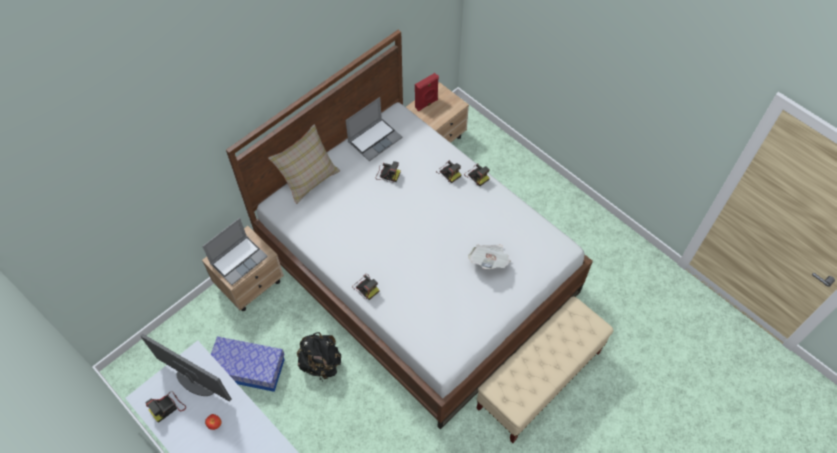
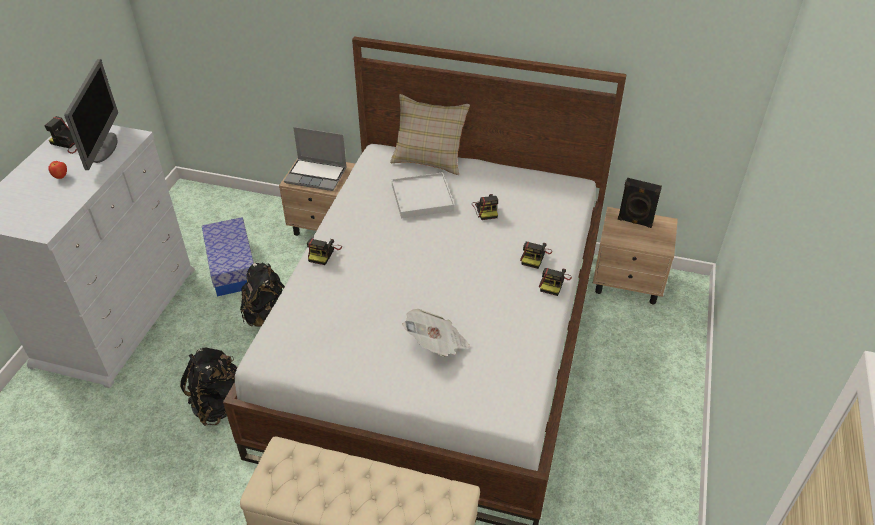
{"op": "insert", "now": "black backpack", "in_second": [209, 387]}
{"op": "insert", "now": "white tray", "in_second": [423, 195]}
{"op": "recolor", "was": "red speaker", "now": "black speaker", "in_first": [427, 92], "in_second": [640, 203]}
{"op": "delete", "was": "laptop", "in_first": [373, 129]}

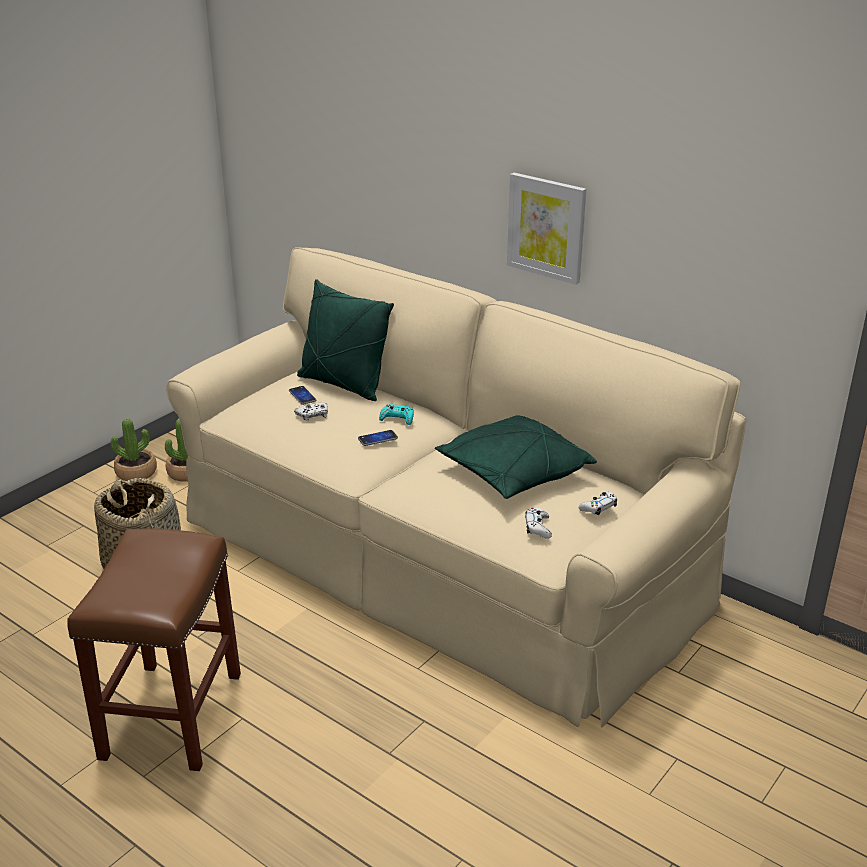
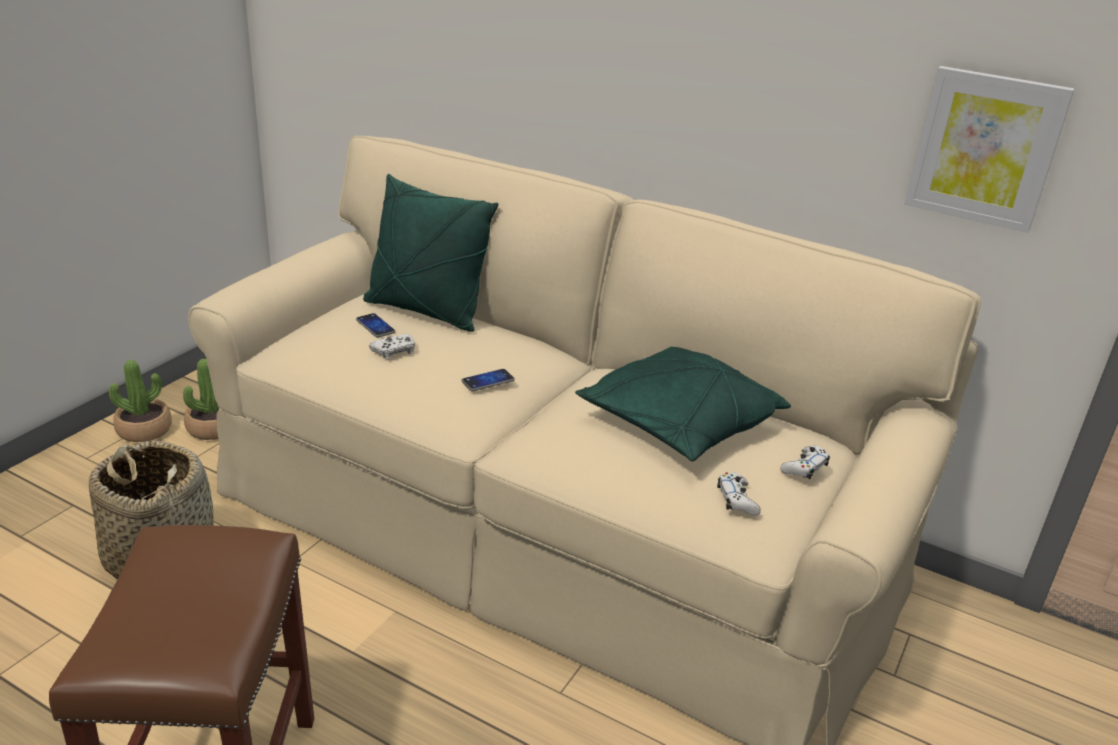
{"op": "move", "was": "picture", "in_first": [546, 229], "in_second": [989, 149]}
{"op": "delete", "was": "turquoise game controller", "in_first": [396, 414]}

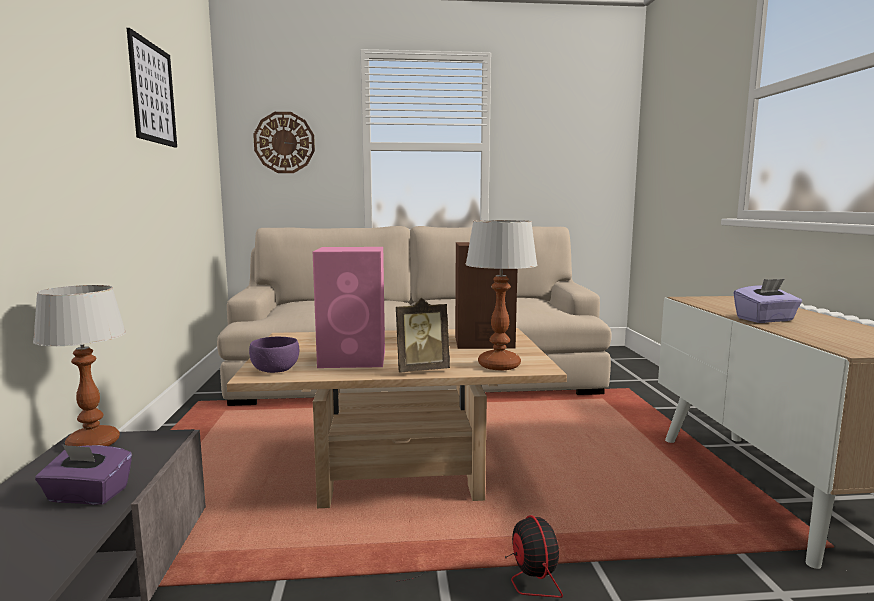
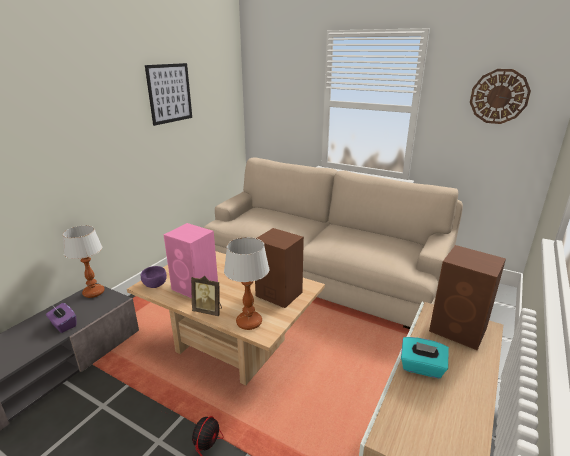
{"op": "recolor", "was": "purple tissue box", "now": "turquoise tissue box", "in_first": [768, 301], "in_second": [425, 358]}
{"op": "insert", "now": "brown speaker", "in_second": [467, 297]}
{"op": "move", "was": "wall clock", "in_first": [284, 142], "in_second": [500, 96]}

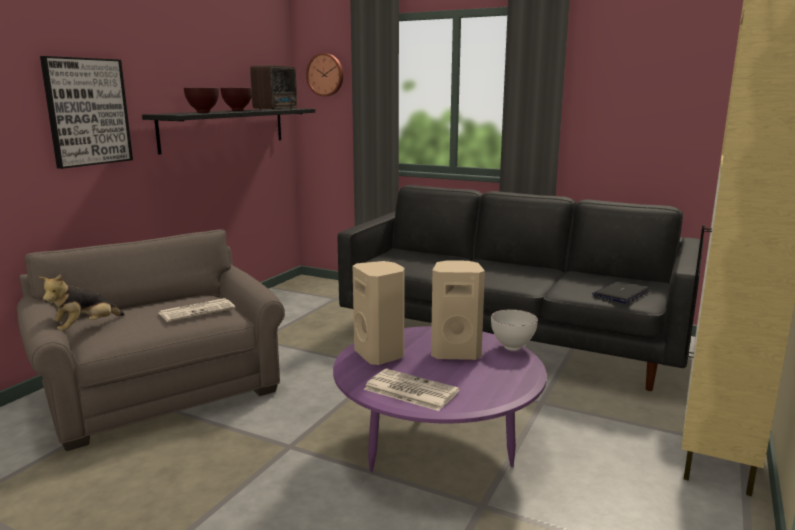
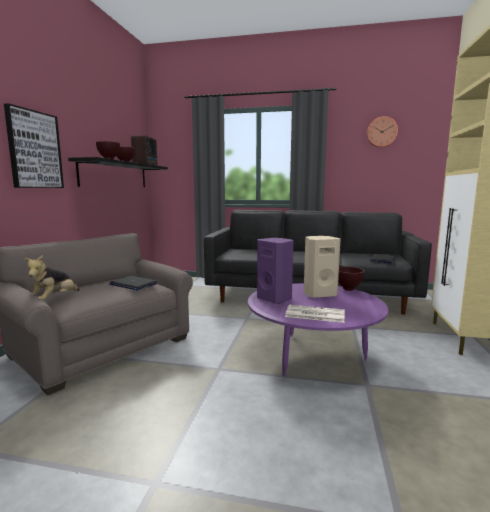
{"op": "replace", "was": "newspaper", "now": "laptop", "in_first": [197, 310], "in_second": [133, 283]}
{"op": "recolor", "was": "beige speaker", "now": "purple speaker", "in_first": [379, 313], "in_second": [275, 271]}
{"op": "recolor", "was": "white bowl", "now": "brown bowl", "in_first": [514, 330], "in_second": [351, 279]}
{"op": "move", "was": "wall clock", "in_first": [324, 74], "in_second": [382, 131]}

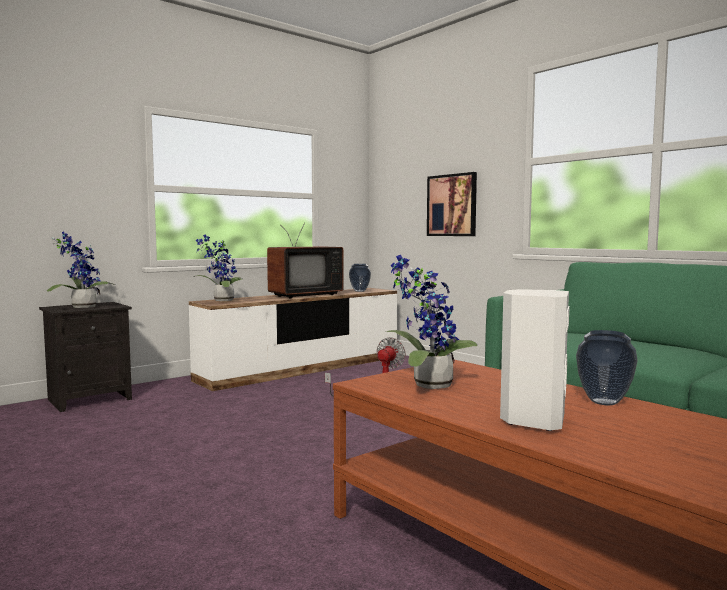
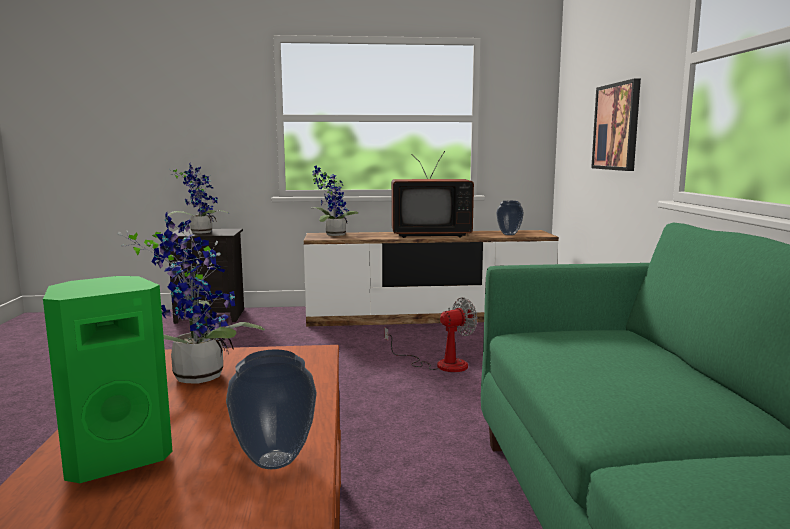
{"op": "recolor", "was": "white speaker", "now": "green speaker", "in_first": [535, 360], "in_second": [108, 379]}

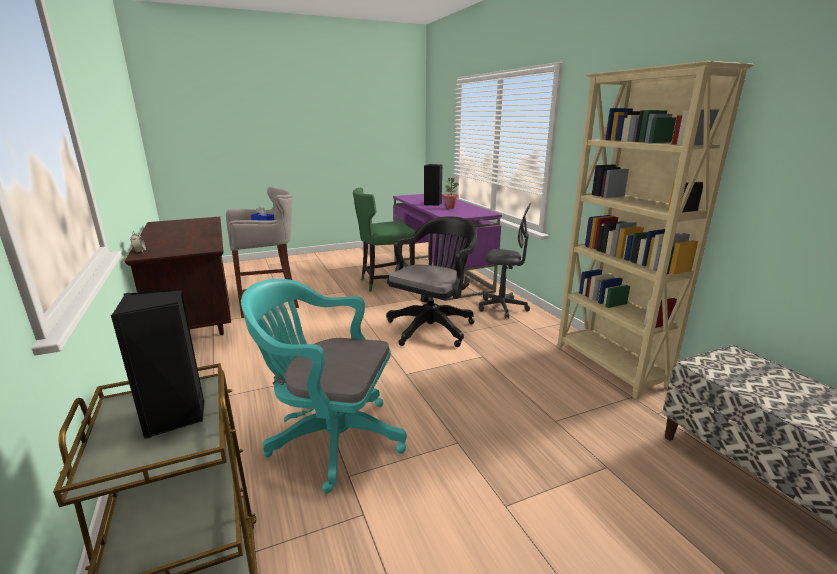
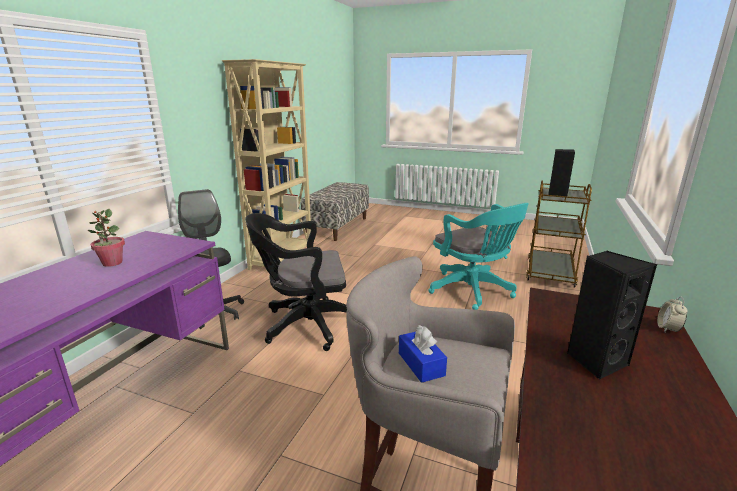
{"op": "move", "was": "black speaker", "in_first": [433, 184], "in_second": [612, 315]}
{"op": "delete", "was": "green chair", "in_first": [384, 239]}

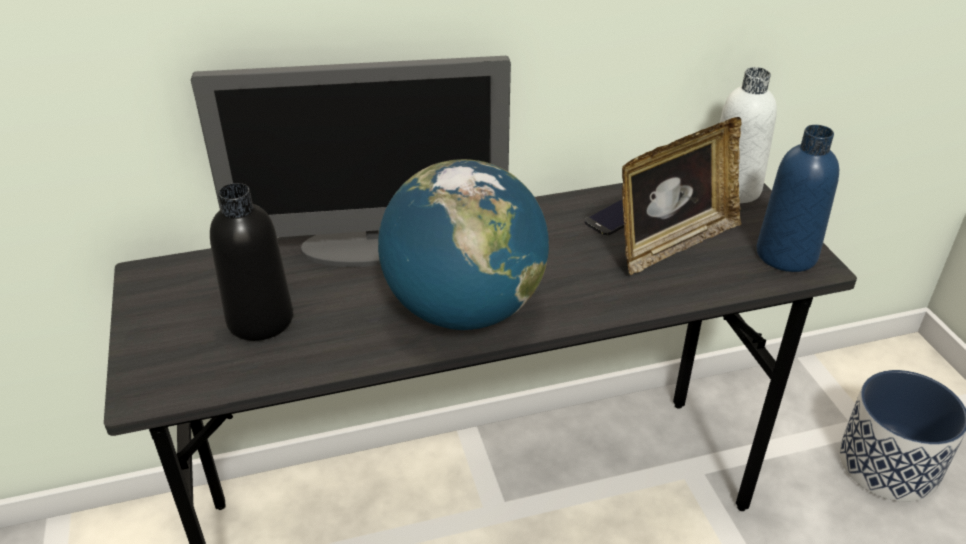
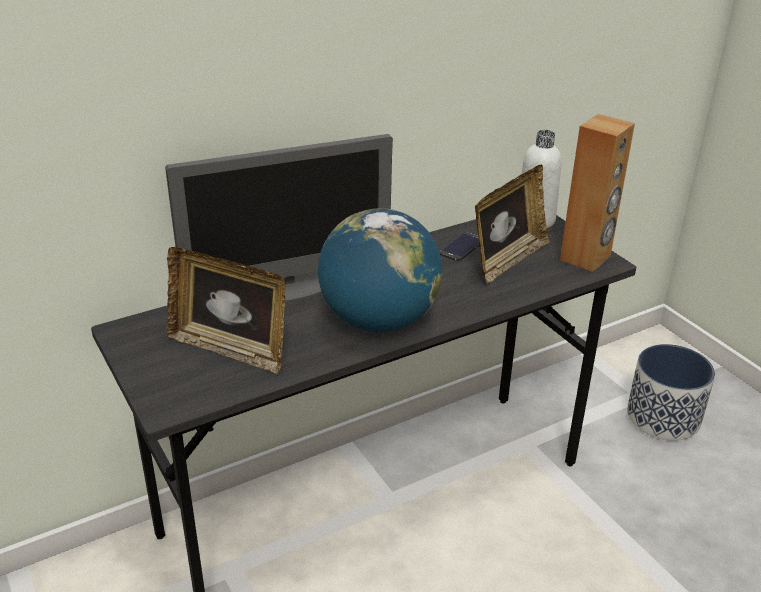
{"op": "replace", "was": "black bottle", "now": "picture frame", "in_first": [251, 262], "in_second": [226, 310]}
{"op": "replace", "was": "blue bottle", "now": "brown speaker", "in_first": [797, 198], "in_second": [597, 193]}

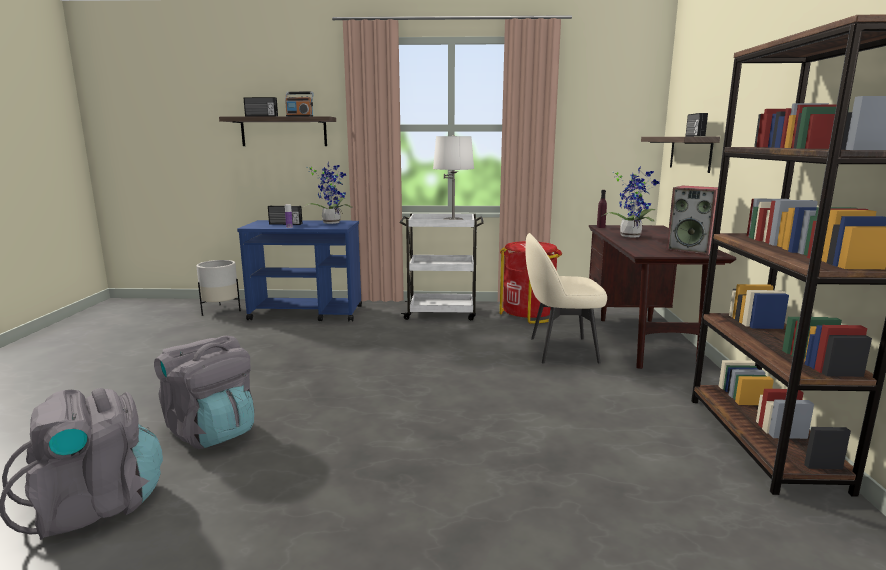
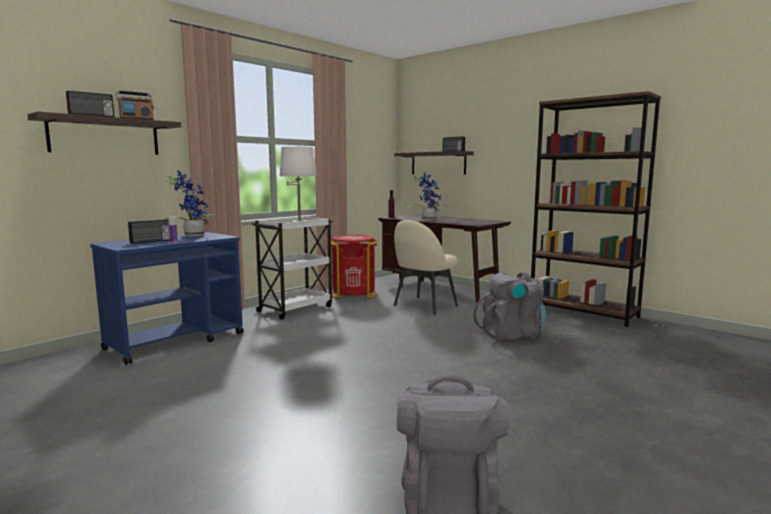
{"op": "move", "was": "grey backpack", "in_first": [204, 392], "in_second": [509, 306]}
{"op": "delete", "was": "white planter", "in_first": [218, 288]}
{"op": "delete", "was": "speaker", "in_first": [692, 220]}

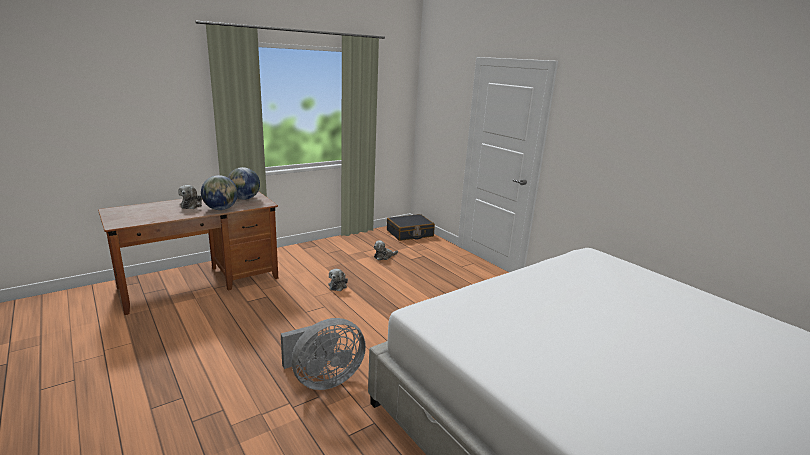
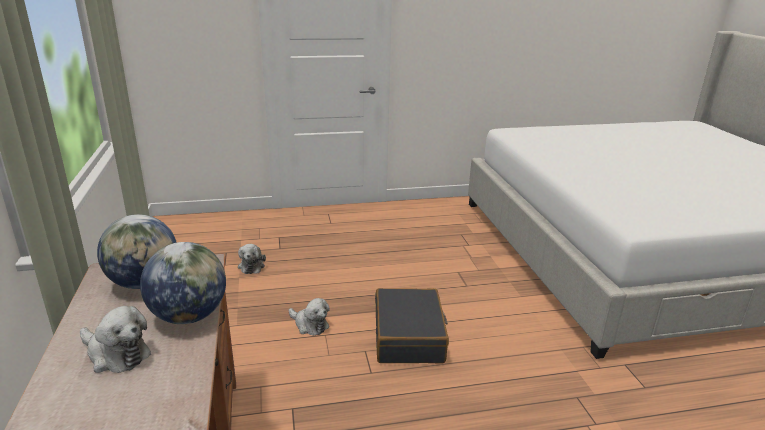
{"op": "move", "was": "black suitcase", "in_first": [411, 227], "in_second": [412, 325]}
{"op": "delete", "was": "grey fan", "in_first": [323, 354]}

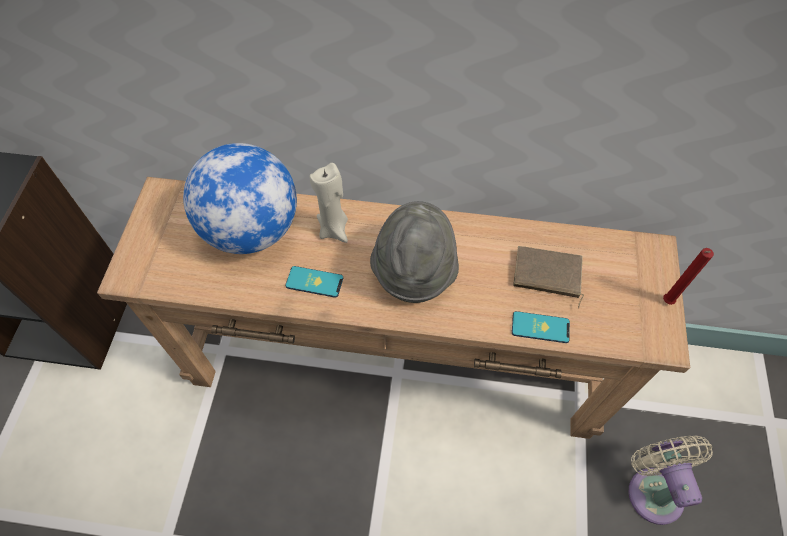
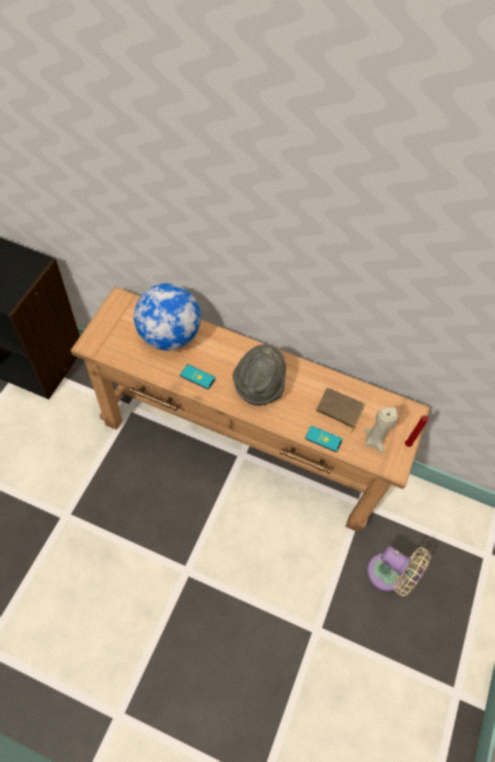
{"op": "move", "was": "beige candle", "in_first": [329, 203], "in_second": [381, 430]}
{"op": "rotate", "was": "beige fan", "in_first": [671, 480], "in_second": [399, 571], "clockwise": 120}

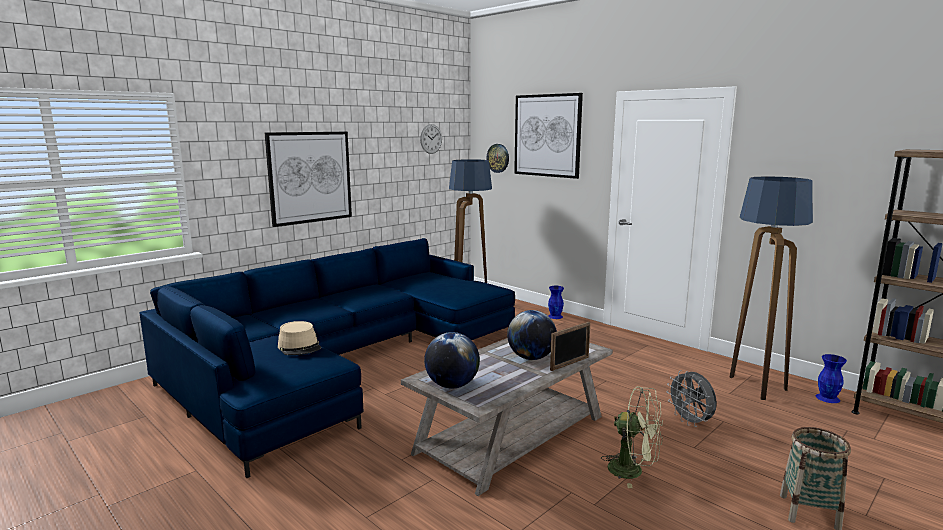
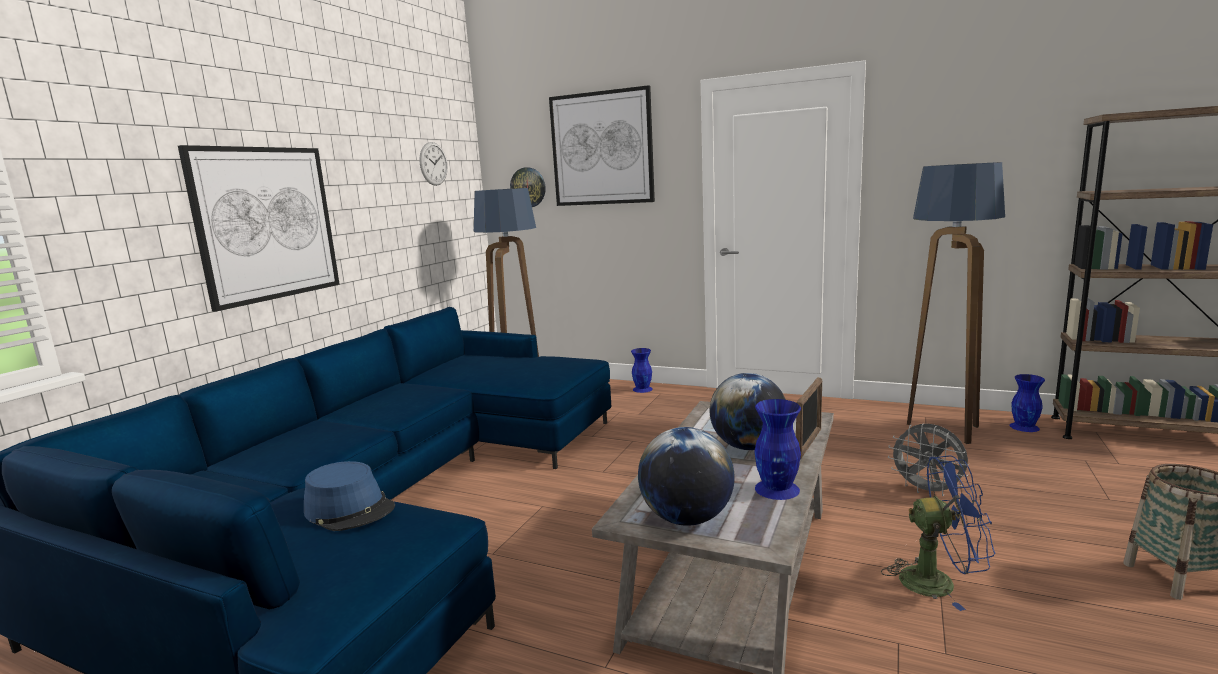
{"op": "recolor", "was": "beige hat", "now": "blue hat", "in_first": [299, 338], "in_second": [349, 496]}
{"op": "insert", "now": "blue vase", "in_second": [777, 449]}
{"op": "recolor", "was": "green fan", "now": "blue fan", "in_first": [632, 437], "in_second": [938, 533]}

